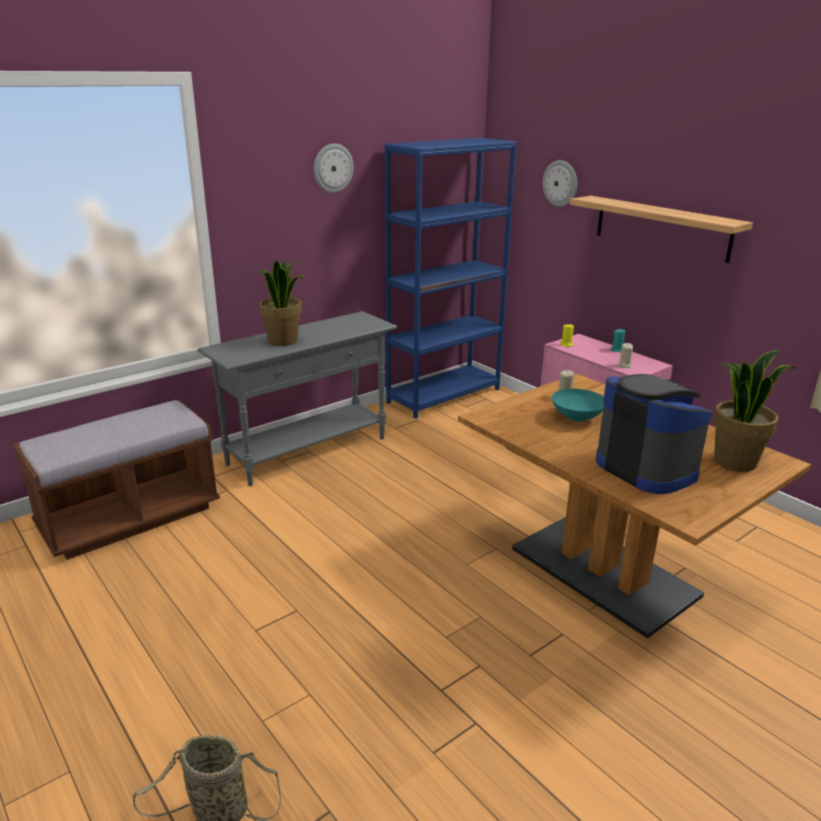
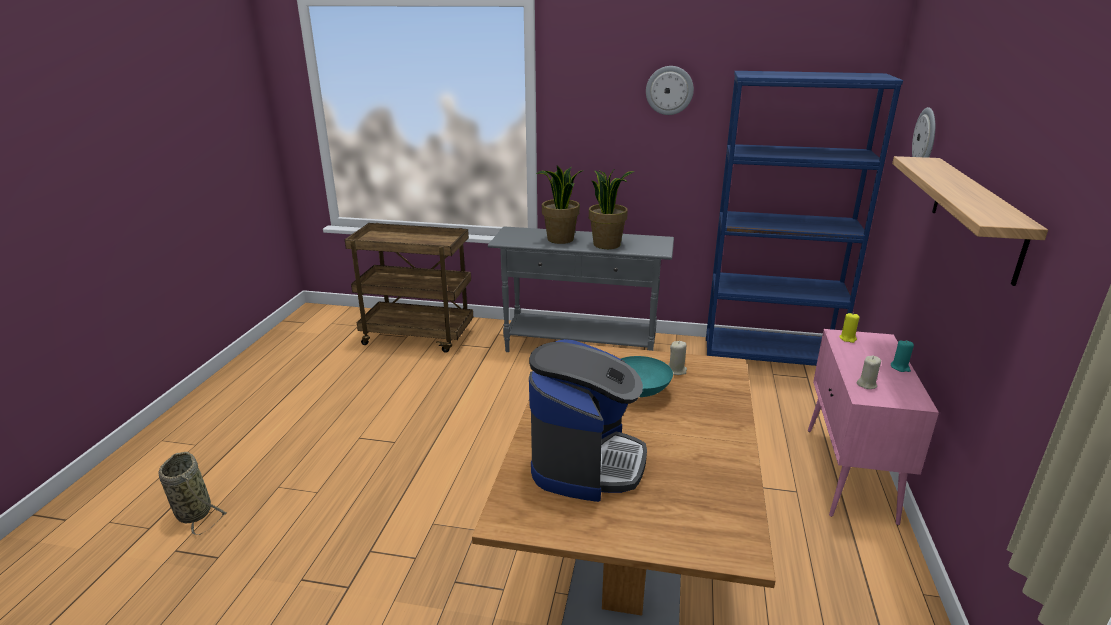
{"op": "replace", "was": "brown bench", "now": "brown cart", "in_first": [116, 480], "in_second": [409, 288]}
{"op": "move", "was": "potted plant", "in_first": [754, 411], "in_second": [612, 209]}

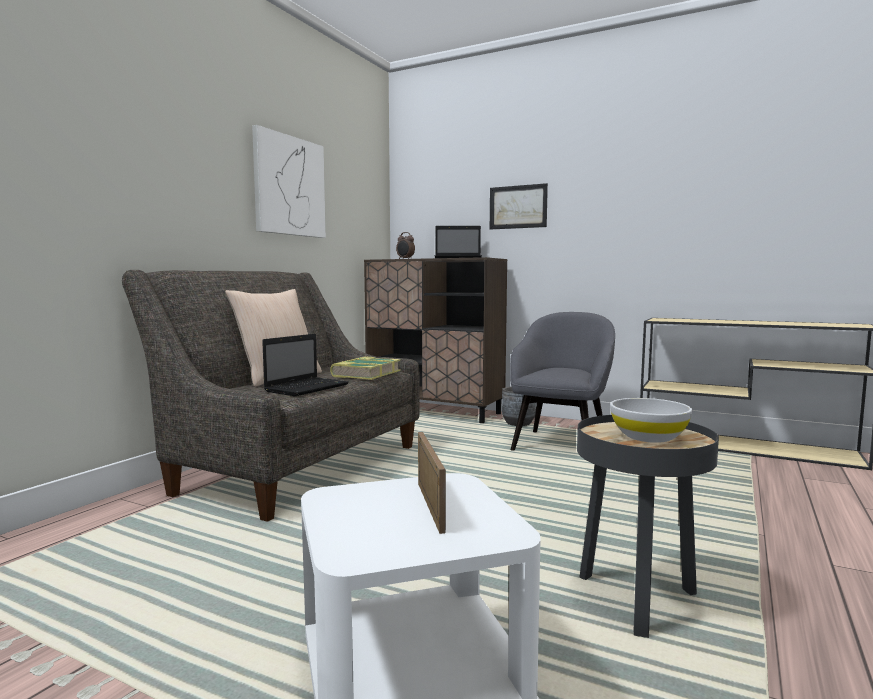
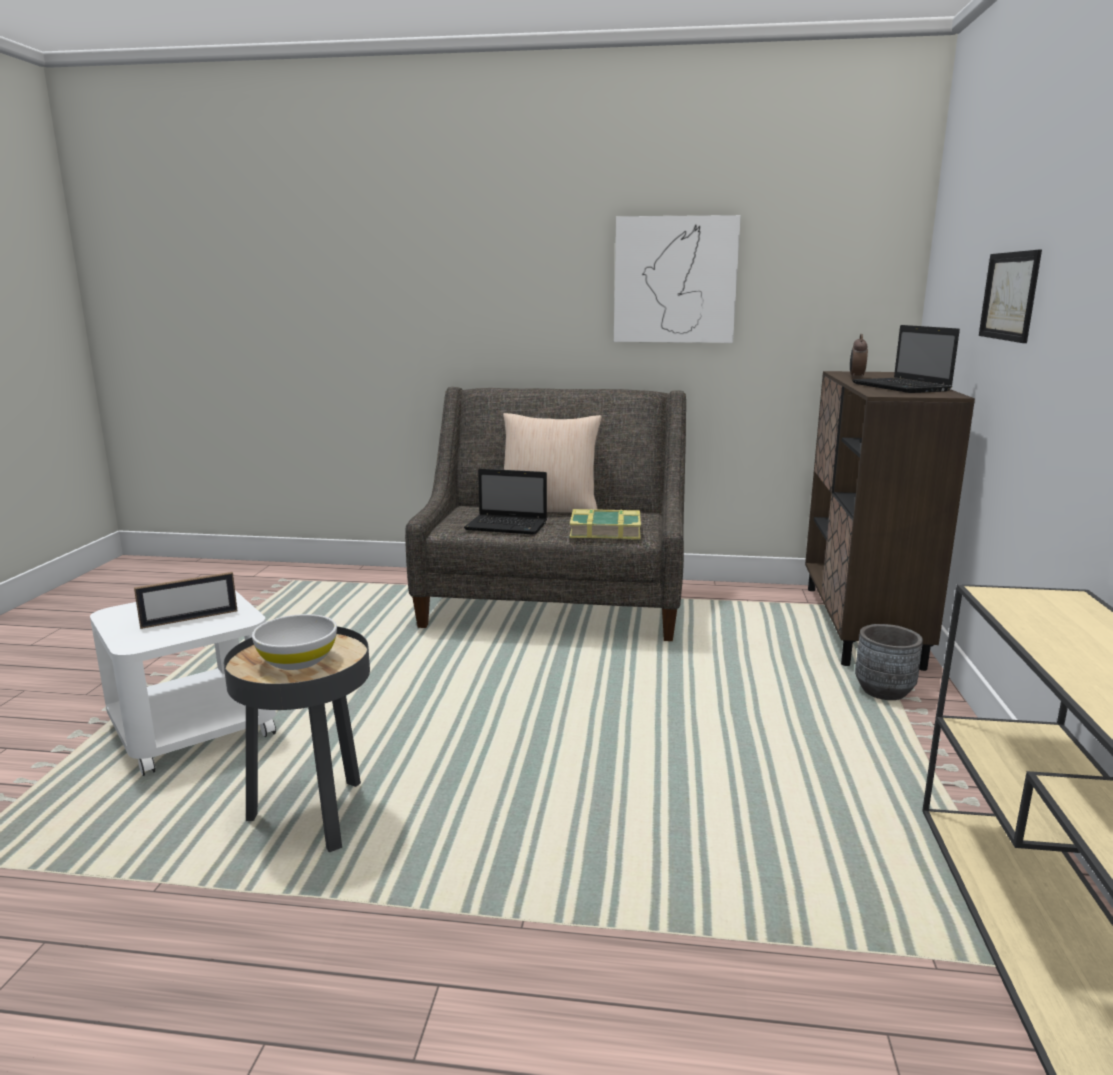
{"op": "delete", "was": "grey armchair", "in_first": [562, 381]}

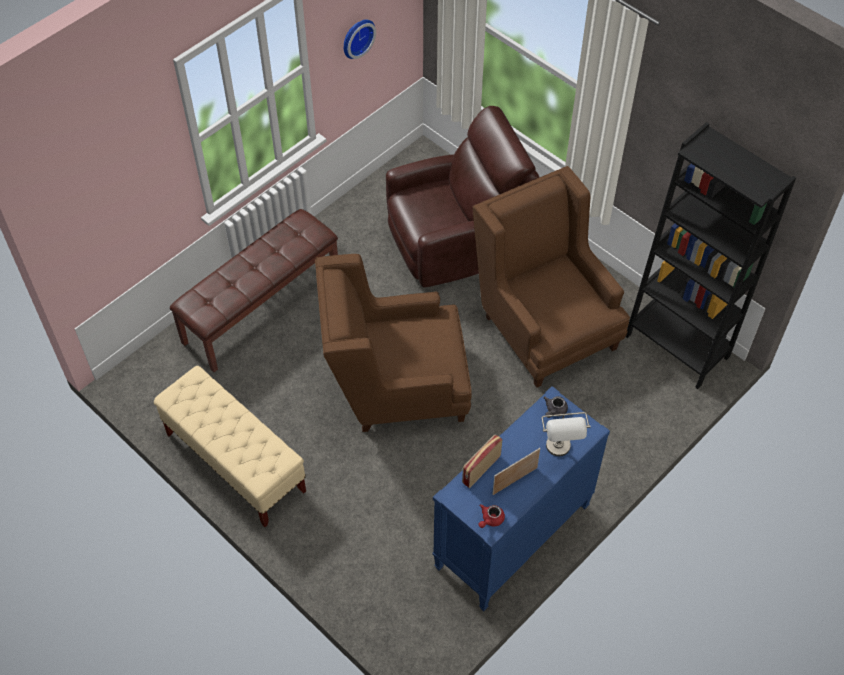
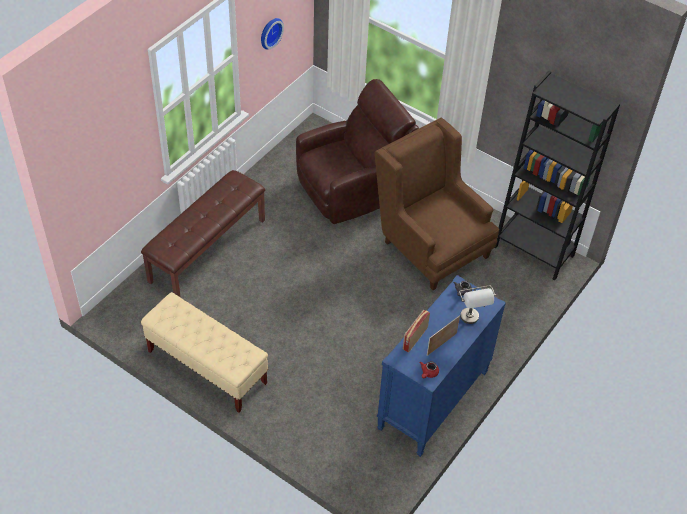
{"op": "delete", "was": "brown armchair", "in_first": [393, 343]}

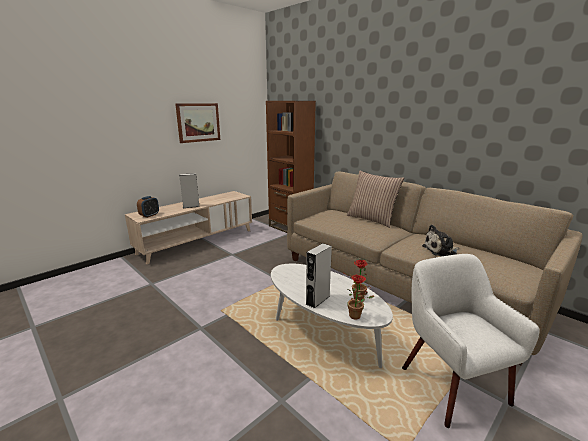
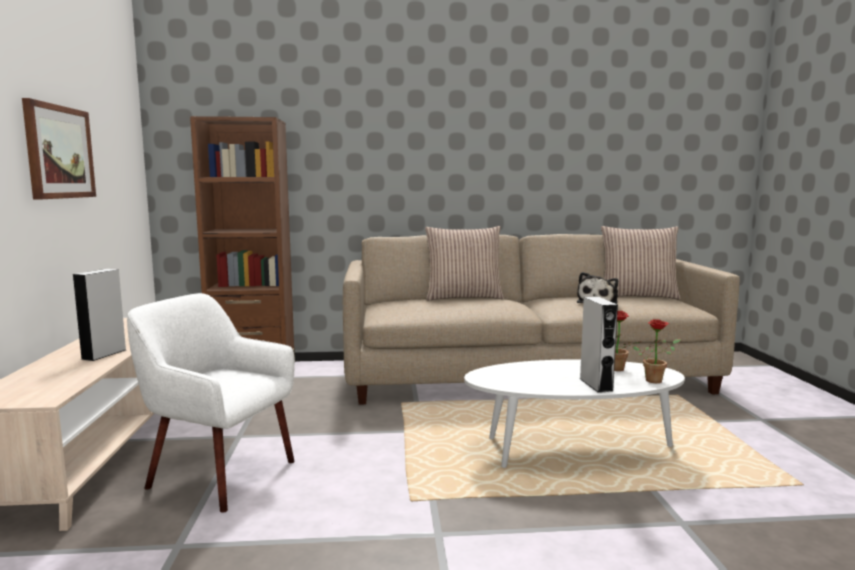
{"op": "move", "was": "white armchair", "in_first": [471, 341], "in_second": [211, 403]}
{"op": "insert", "now": "pillow", "in_second": [641, 262]}
{"op": "delete", "was": "alarm clock", "in_first": [148, 207]}

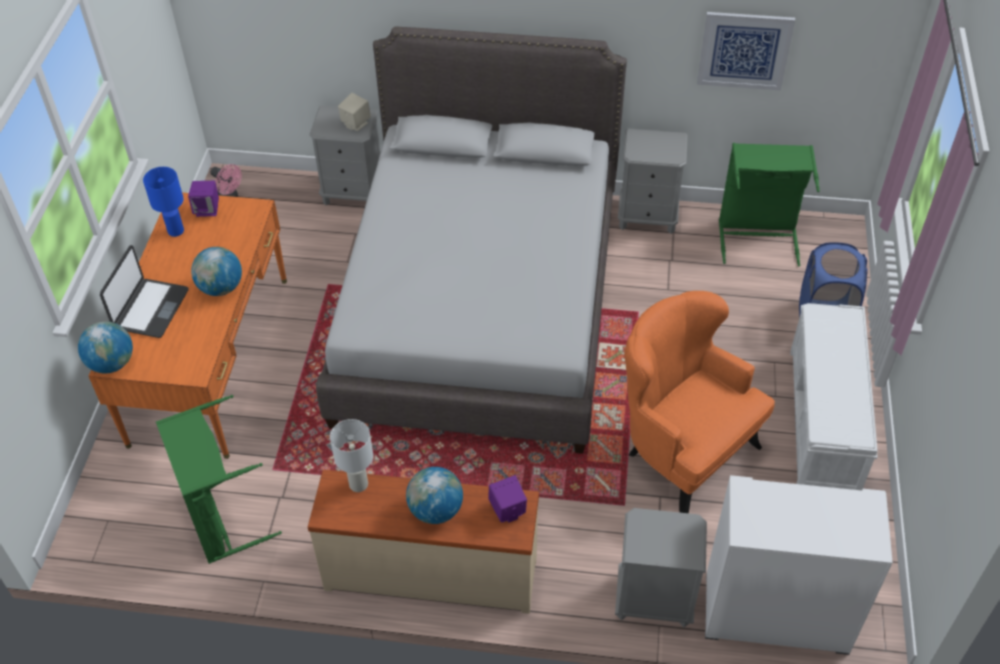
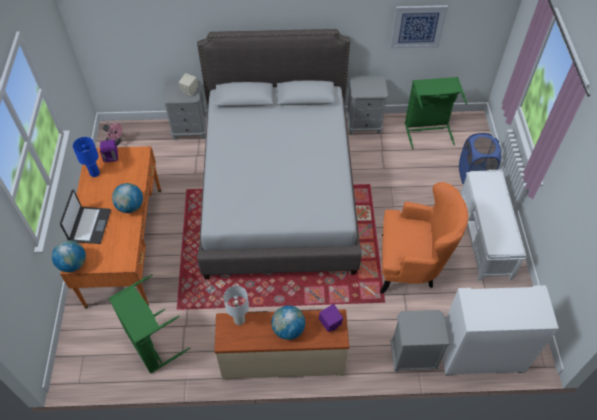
{"op": "rotate", "was": "orange armchair", "in_first": [699, 402], "in_second": [424, 238], "clockwise": 150}

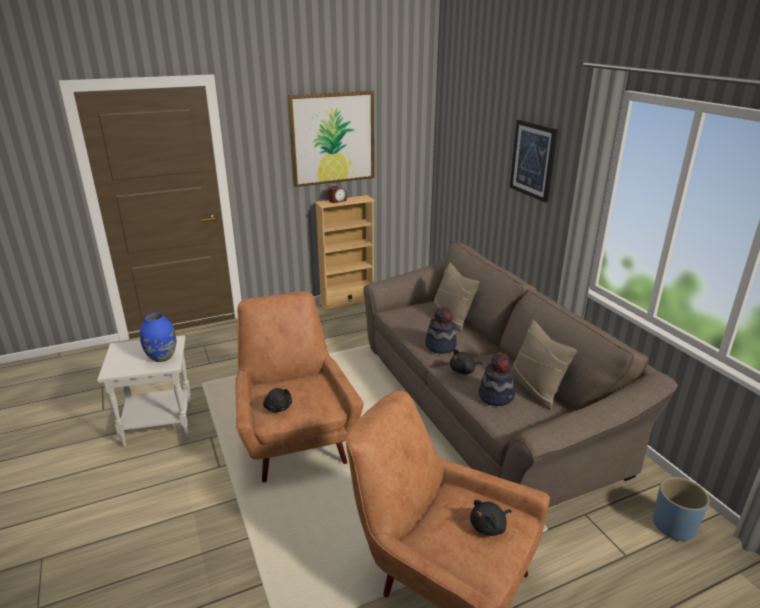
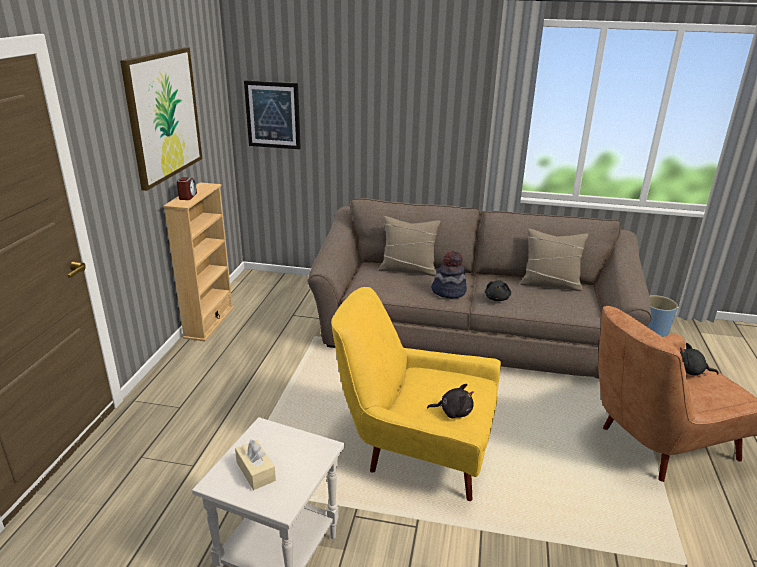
{"op": "insert", "now": "beige tissue box", "in_second": [255, 464]}
{"op": "move", "was": "picture", "in_first": [534, 161], "in_second": [272, 114]}
{"op": "recolor", "was": "brown armchair", "now": "yellow armchair", "in_first": [299, 386], "in_second": [416, 394]}
{"op": "rotate", "was": "black plush toy", "in_first": [491, 518], "in_second": [699, 359], "clockwise": 105}
{"op": "delete", "was": "blue vase", "in_first": [158, 337]}
{"op": "delete", "was": "hat", "in_first": [496, 379]}

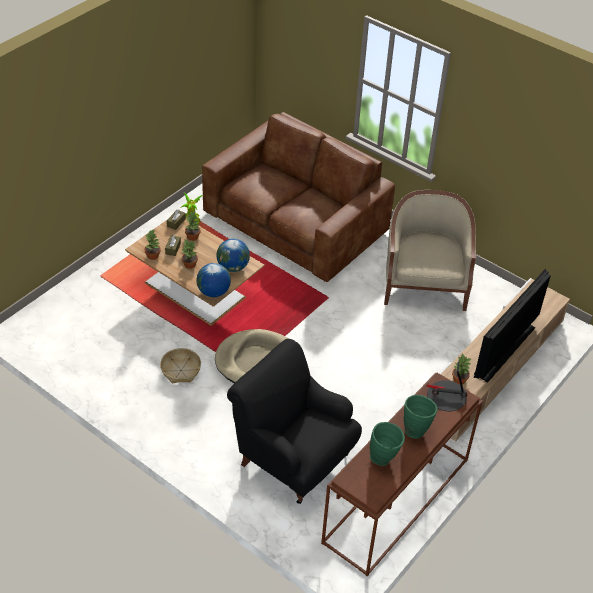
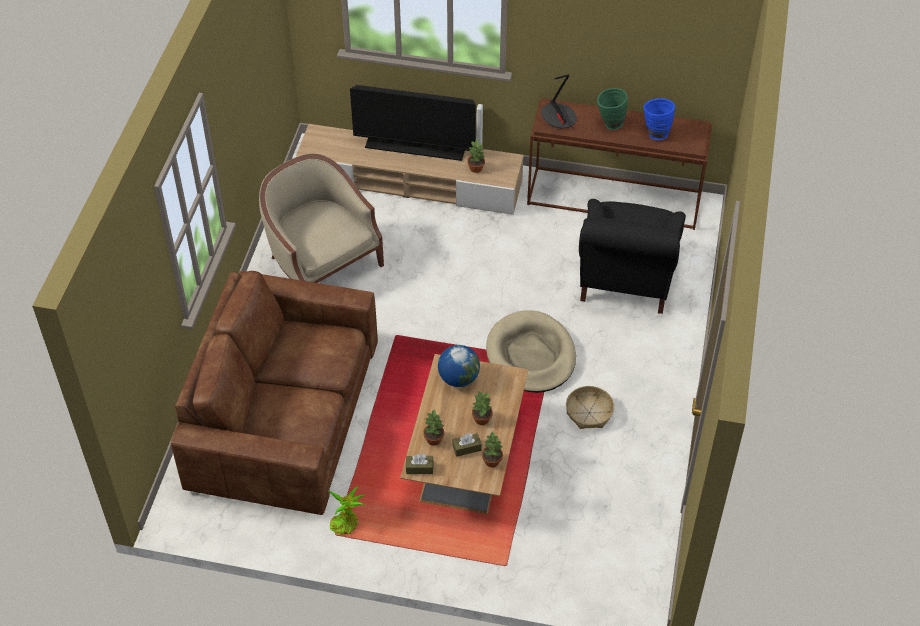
{"op": "rotate", "was": "beige armchair", "in_first": [430, 250], "in_second": [321, 218], "clockwise": 75}
{"op": "recolor", "was": "green vase", "now": "blue vase", "in_first": [387, 444], "in_second": [659, 119]}
{"op": "delete", "was": "globe", "in_first": [214, 280]}

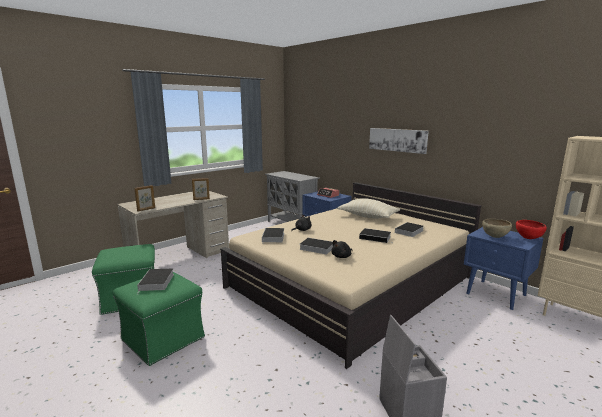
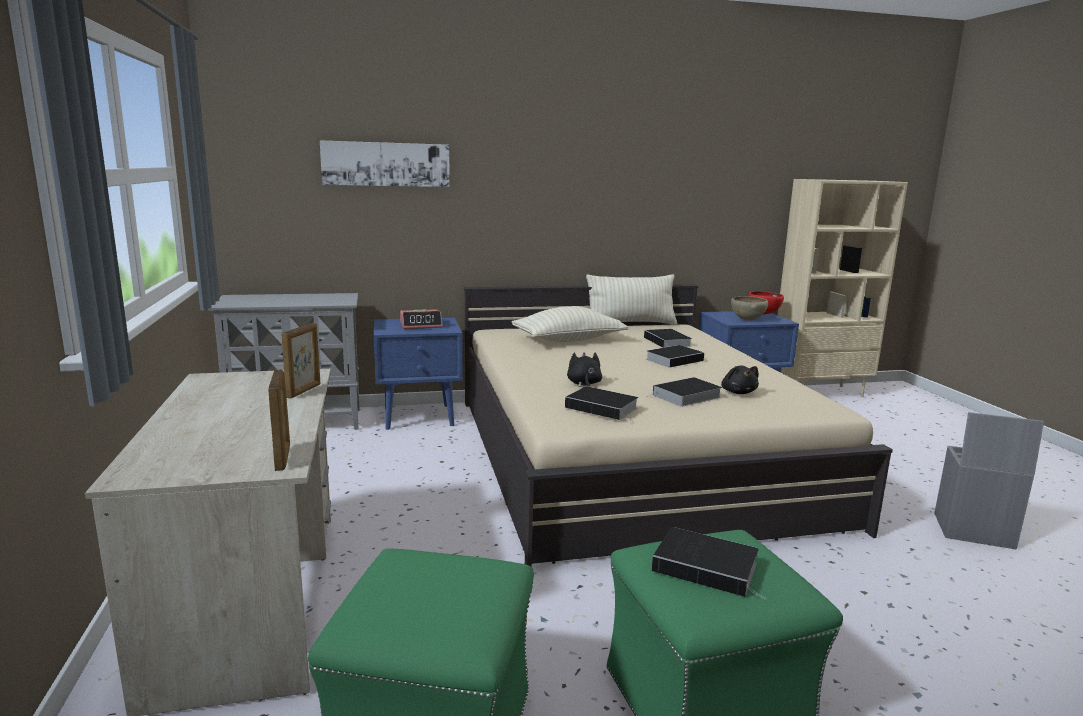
{"op": "move", "was": "picture", "in_first": [399, 141], "in_second": [385, 163]}
{"op": "insert", "now": "beige pillow", "in_second": [631, 299]}

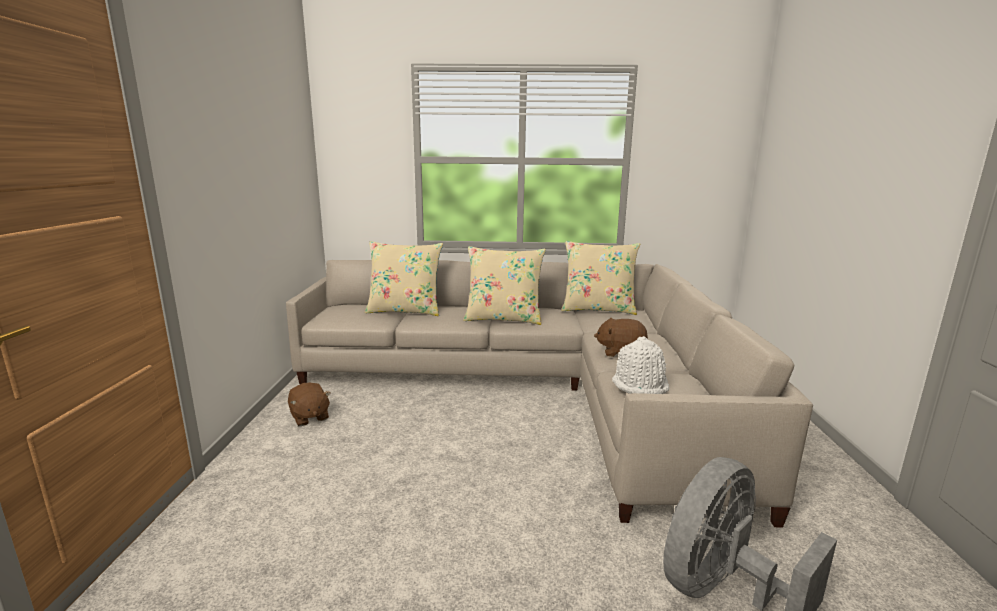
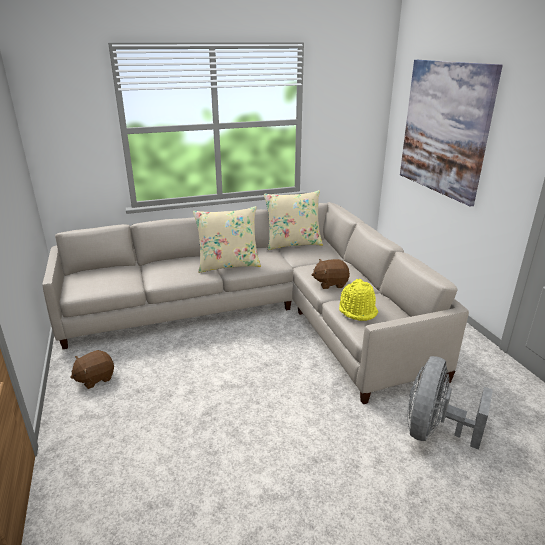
{"op": "rotate", "was": "brown plush toy", "in_first": [309, 404], "in_second": [92, 369], "clockwise": 105}
{"op": "recolor", "was": "white hat", "now": "yellow hat", "in_first": [641, 365], "in_second": [358, 300]}
{"op": "insert", "now": "picture", "in_second": [451, 133]}
{"op": "delete", "was": "beige pillow", "in_first": [404, 278]}

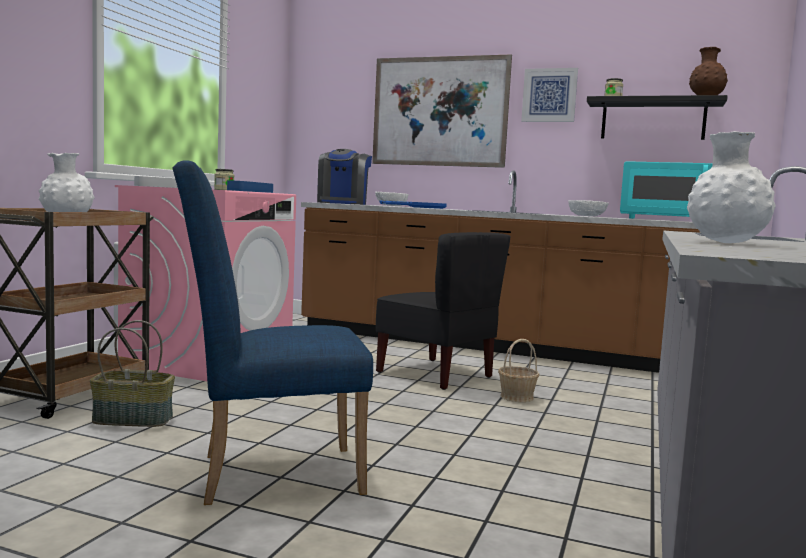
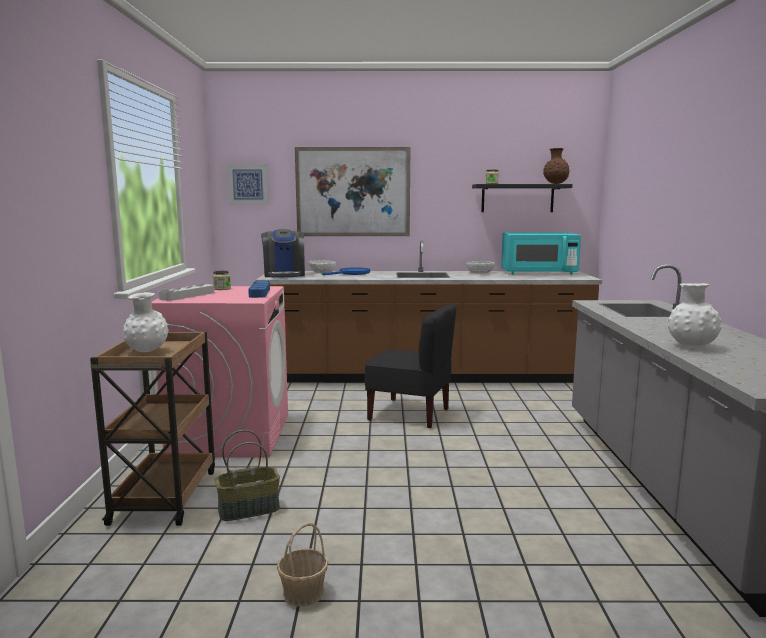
{"op": "move", "was": "picture", "in_first": [549, 95], "in_second": [247, 184]}
{"op": "move", "was": "basket", "in_first": [519, 370], "in_second": [302, 564]}
{"op": "delete", "was": "blue chair", "in_first": [272, 333]}

